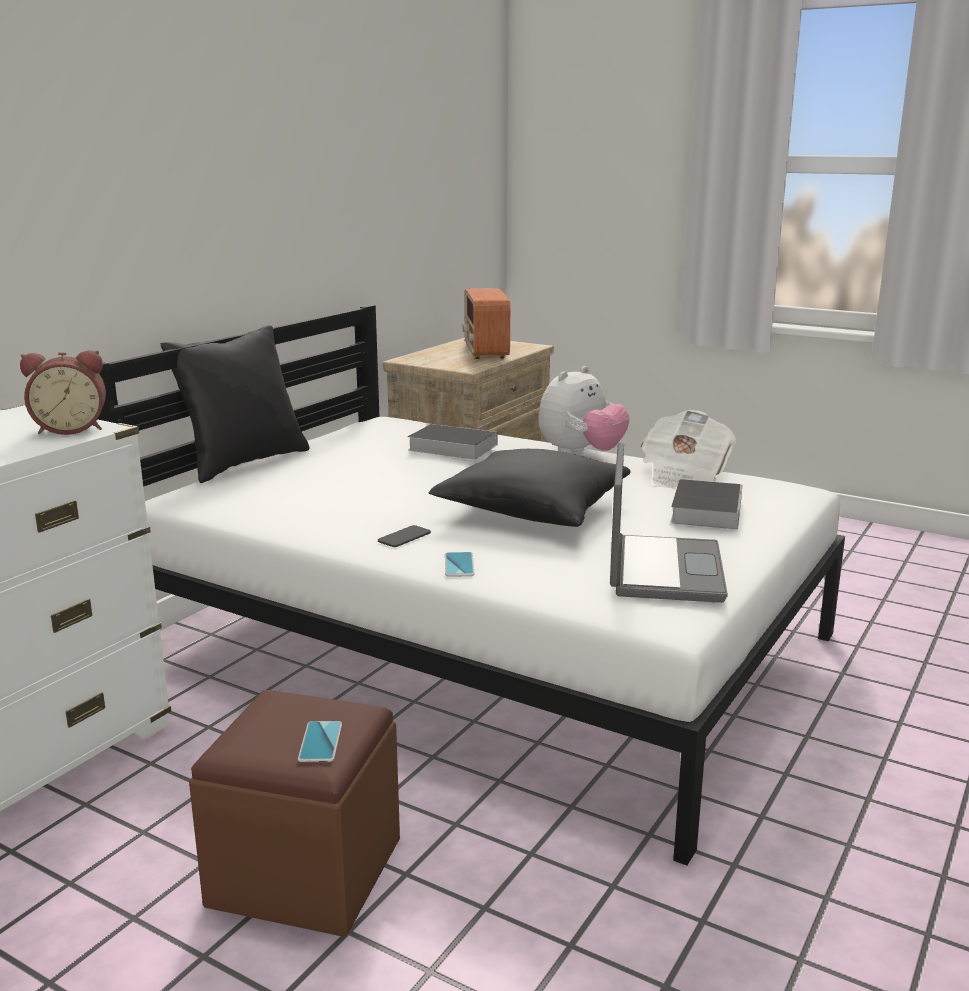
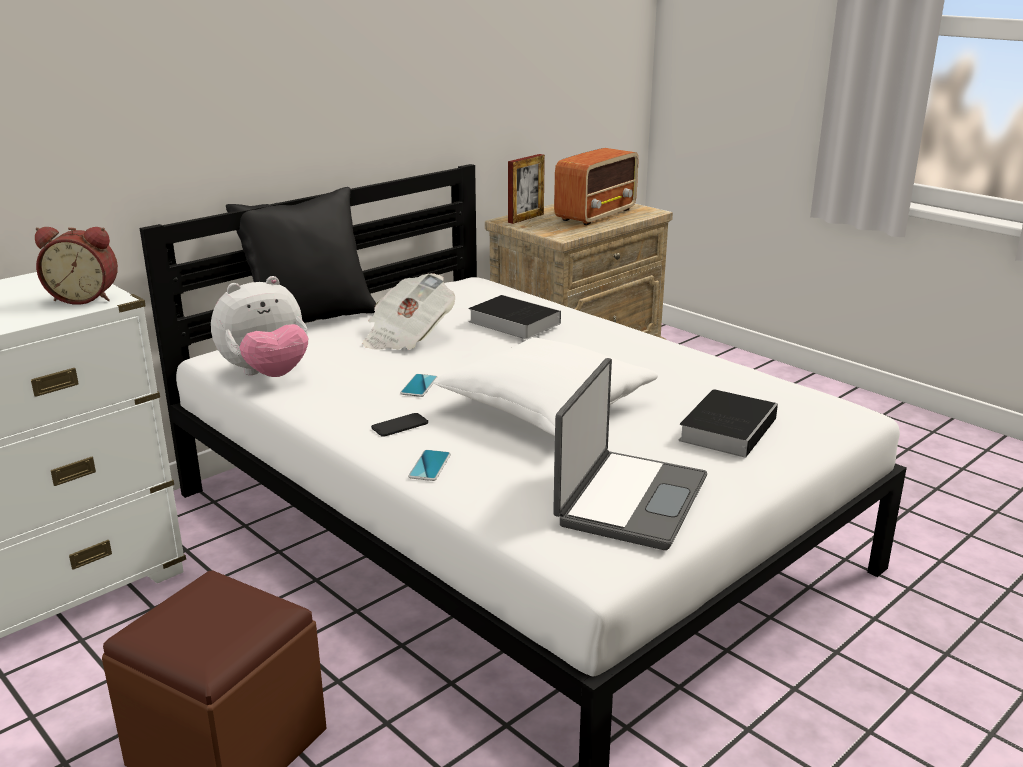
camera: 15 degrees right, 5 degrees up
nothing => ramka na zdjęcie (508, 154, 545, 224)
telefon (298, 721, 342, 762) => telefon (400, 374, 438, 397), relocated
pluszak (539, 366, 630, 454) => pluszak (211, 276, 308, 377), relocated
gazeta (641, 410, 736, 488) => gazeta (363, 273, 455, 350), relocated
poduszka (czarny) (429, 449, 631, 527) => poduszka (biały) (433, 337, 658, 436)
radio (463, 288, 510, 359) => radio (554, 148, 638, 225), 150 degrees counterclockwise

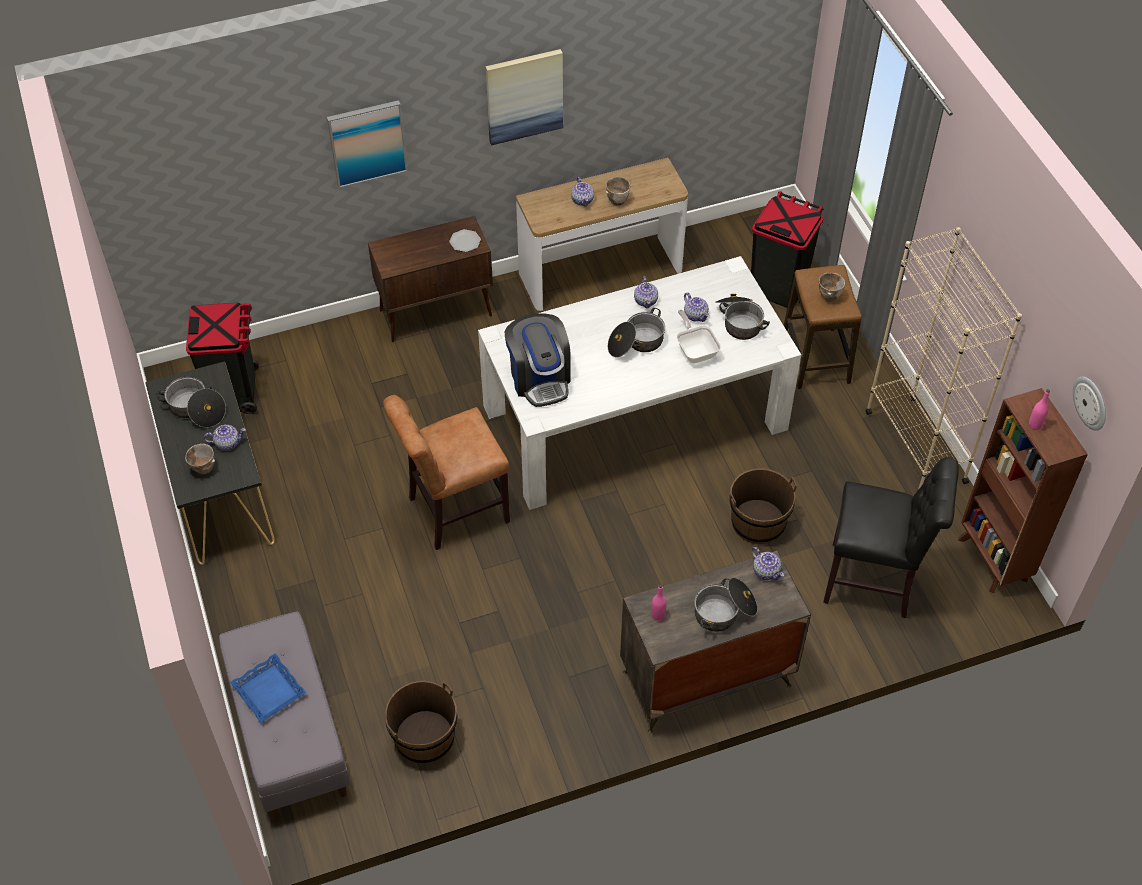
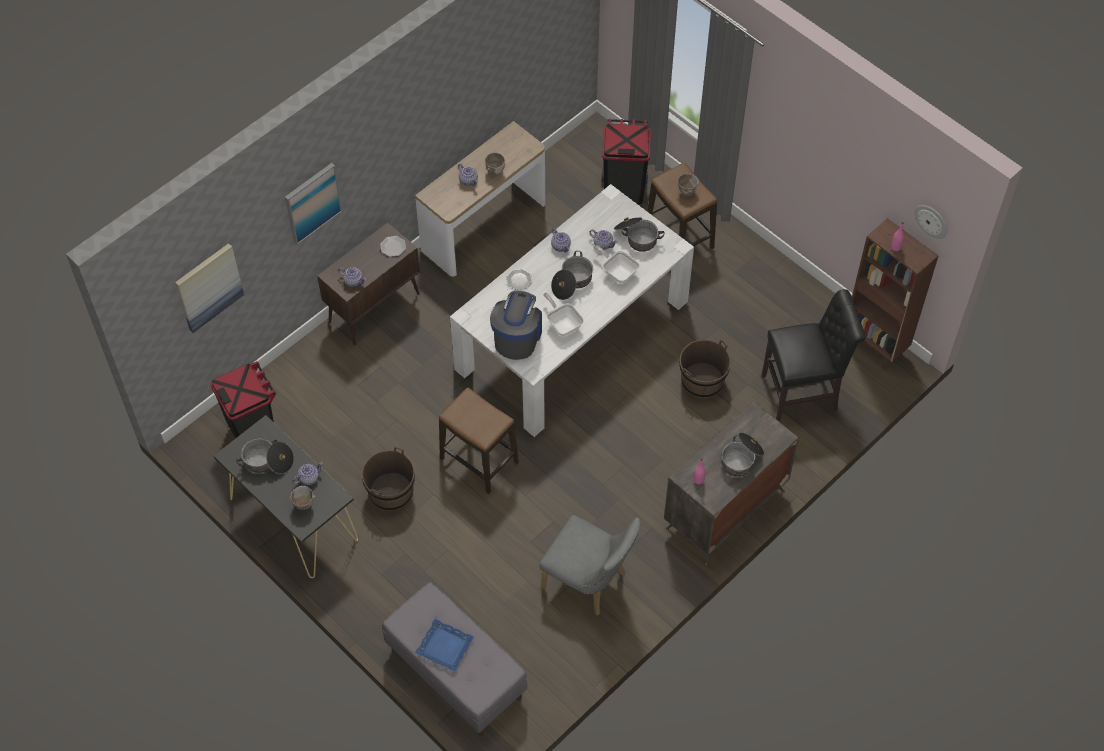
camera: 25 degrees left, 5 degrees up
regał (beżowy) (866, 227, 1022, 490) => nothing
nothing => talerz (506, 268, 532, 290)
nothing => krzesło (szary) (539, 515, 641, 616)
nothing => patelnia (543, 293, 584, 336)
wiadro (brązowy) (385, 681, 457, 764) => wiadro (brązowy) (362, 446, 415, 511), relocated
obraz (485, 49, 563, 145) => obraz (175, 243, 244, 333), relocated
imbryk (751, 547, 784, 580) => imbryk (338, 267, 366, 287), relocated
krzesło (brązowy) (383, 395, 510, 550) => stołek (439, 387, 519, 494)
ekspres do kawy (505, 313, 571, 407) => ekspres do kawy (490, 291, 542, 360), 120 degrees counterclockwise

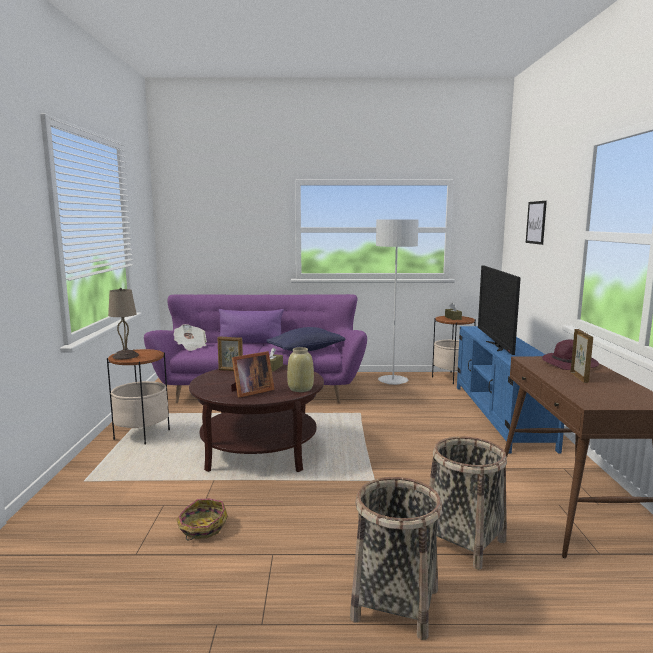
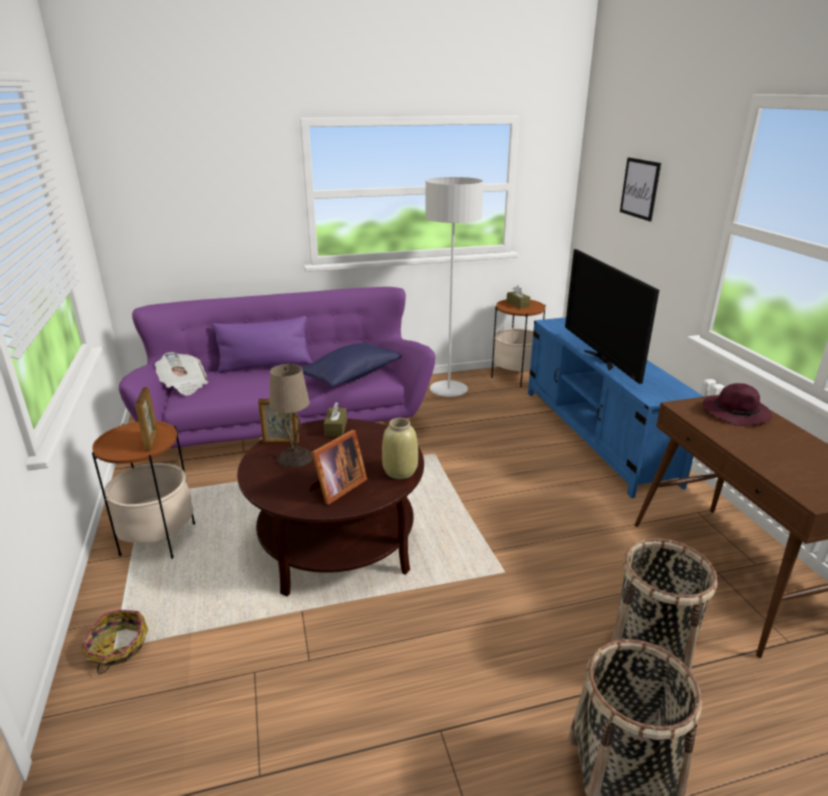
camera: 15 degrees left, 15 degrees up
lampa stołowa (beżowy) (108, 288, 139, 359) => lampa stołowa (beżowy) (269, 364, 313, 468), relocated
koszyk (177, 498, 228, 540) => koszyk (81, 610, 148, 674), relocated
ramka na zdjęcie (570, 329, 593, 383) => ramka na zdjęcie (135, 387, 158, 451), relocated

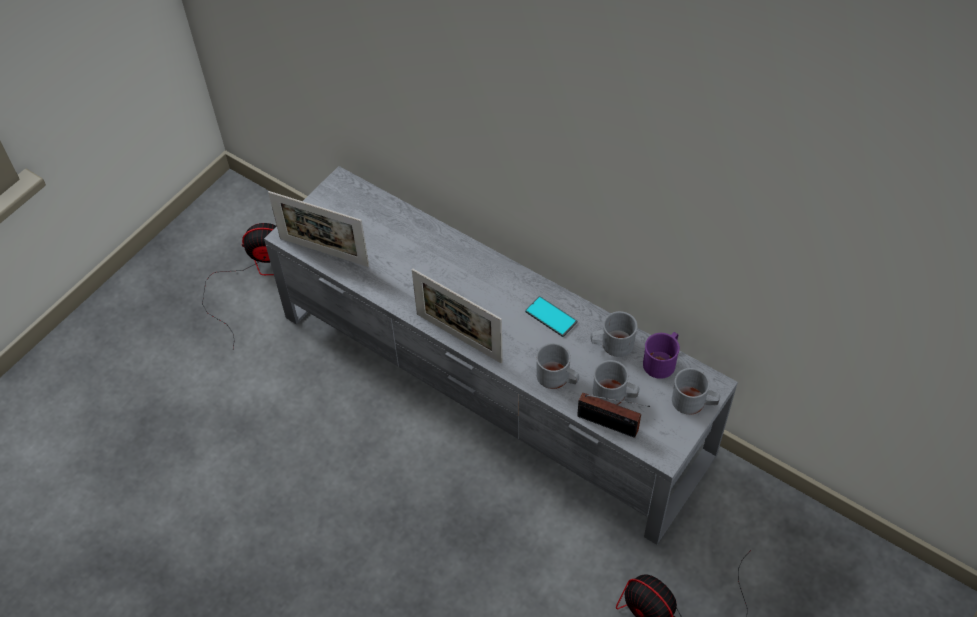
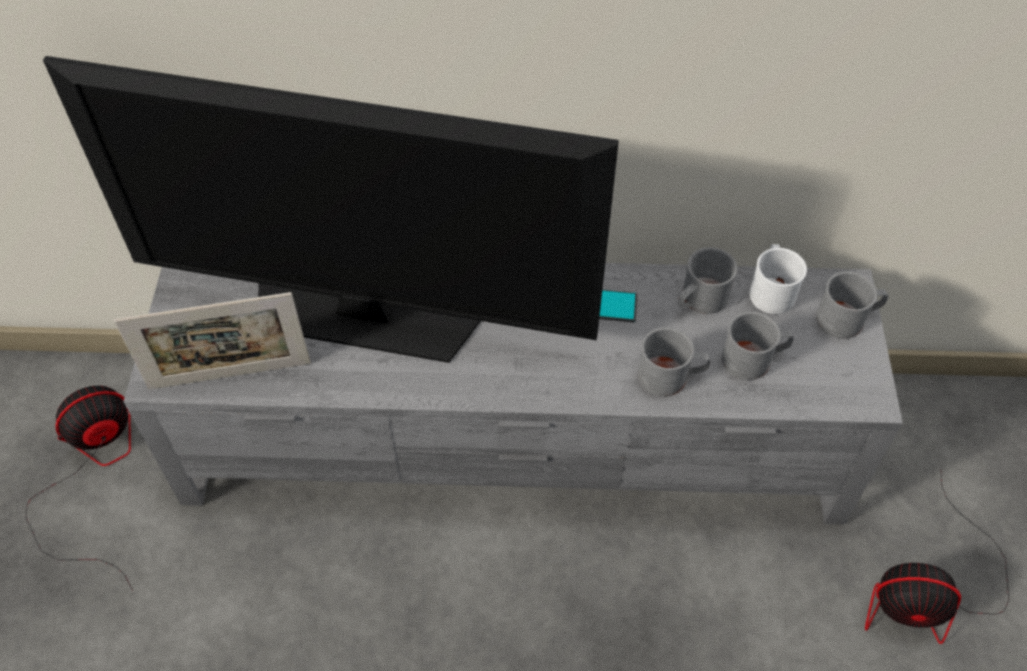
camera: 35 degrees left, 0 degrees up
ramka na zdjęcie (412, 269, 503, 364) => nothing
radio (577, 393, 650, 438) => nothing
nothing => telewizor (43, 56, 619, 363)
kubek (fioletowy) (643, 332, 680, 379) => kubek (biały) (750, 244, 807, 314)

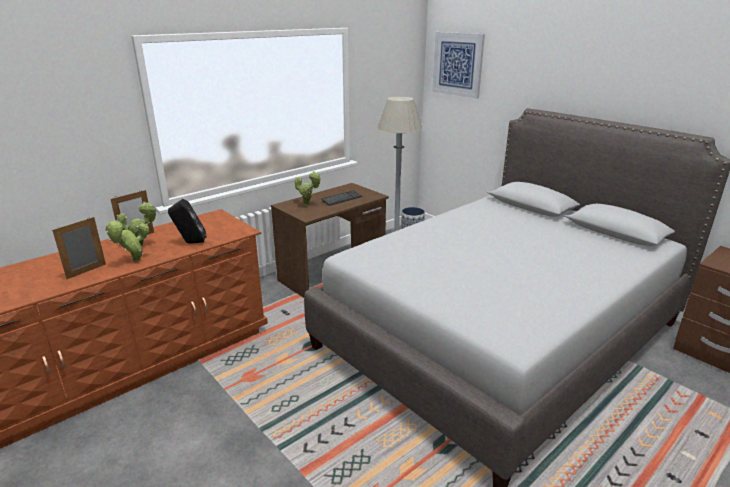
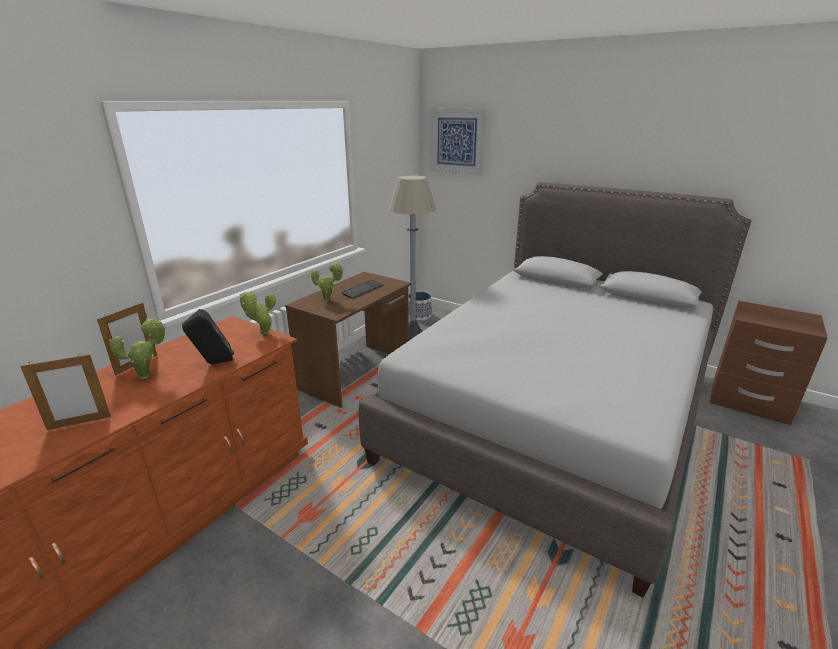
camera: 15 degrees left, 0 degrees up
roślina doniczkowa (105, 220, 149, 262) => roślina doniczkowa (240, 291, 276, 335), relocated
ramka na zdjęcie (52, 217, 106, 279) => ramka na zdjęcie (20, 354, 111, 430), 135 degrees counterclockwise

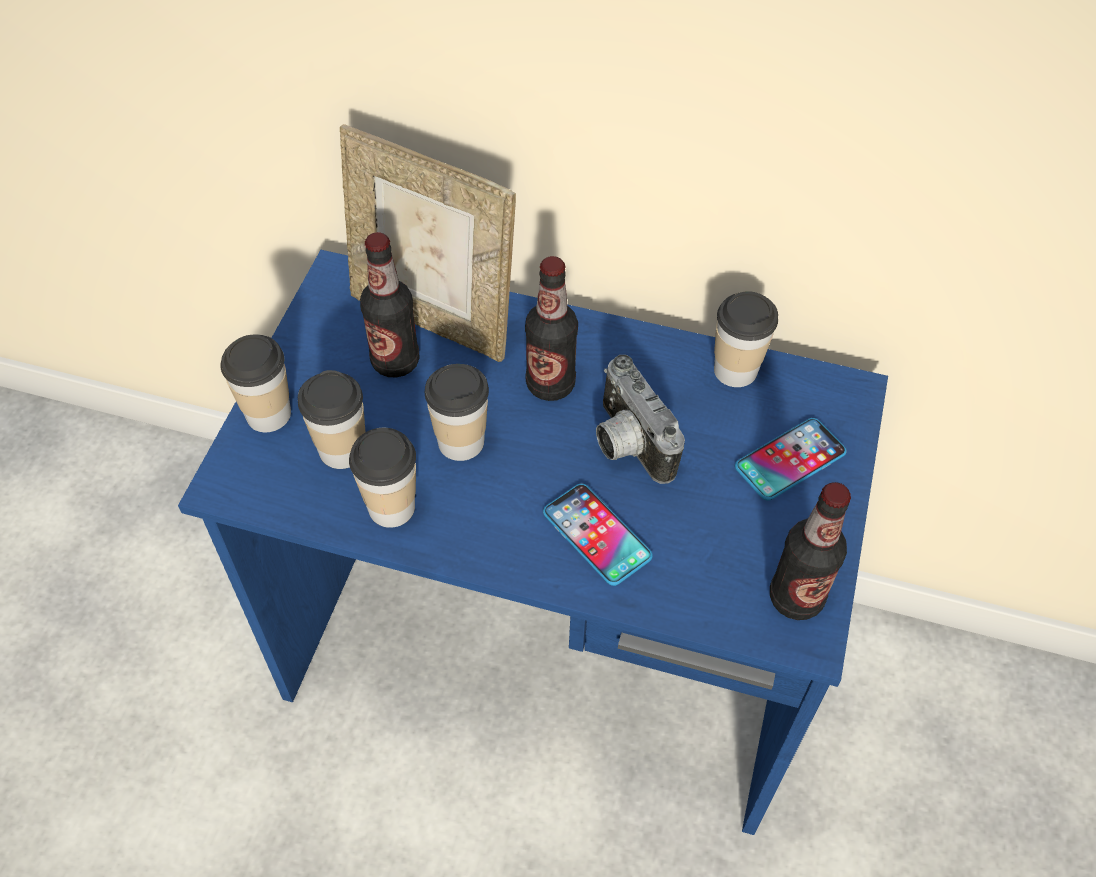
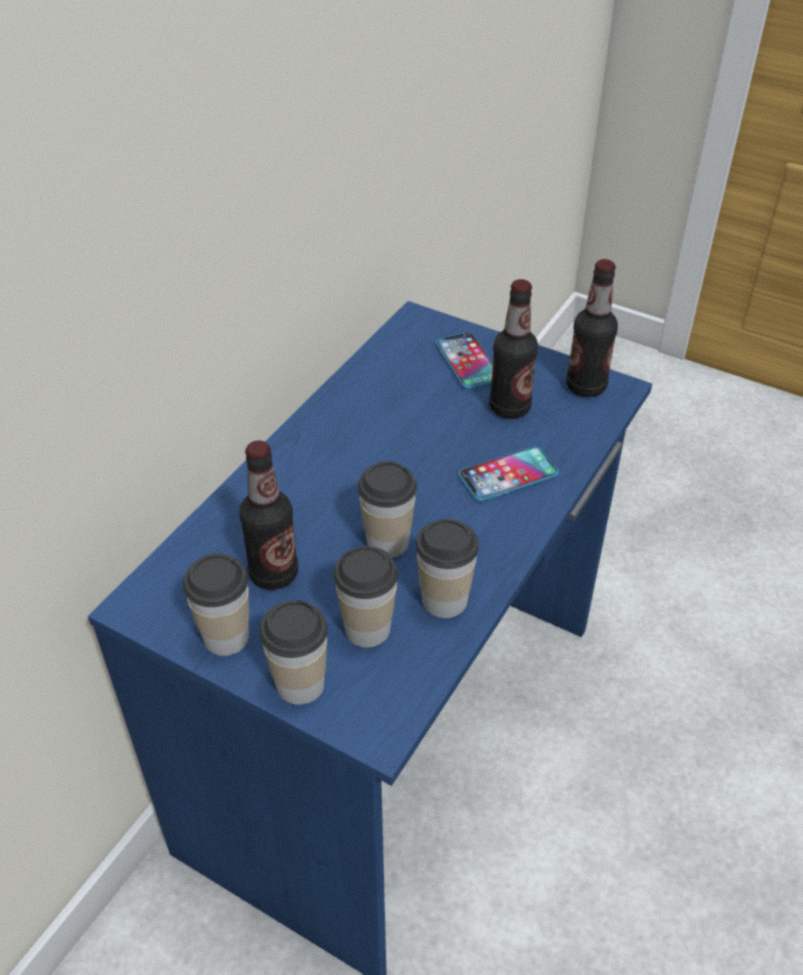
camera: 75 degrees left, 10 degrees down
ramka na zdjęcie (340, 124, 516, 362) => nothing
aparat fotograficzny (596, 355, 685, 484) => nothing
butelka (525, 256, 578, 401) => butelka (489, 279, 538, 419), relocated
filiżanka (714, 291, 778, 387) => filiżanka (183, 554, 249, 656), relocated

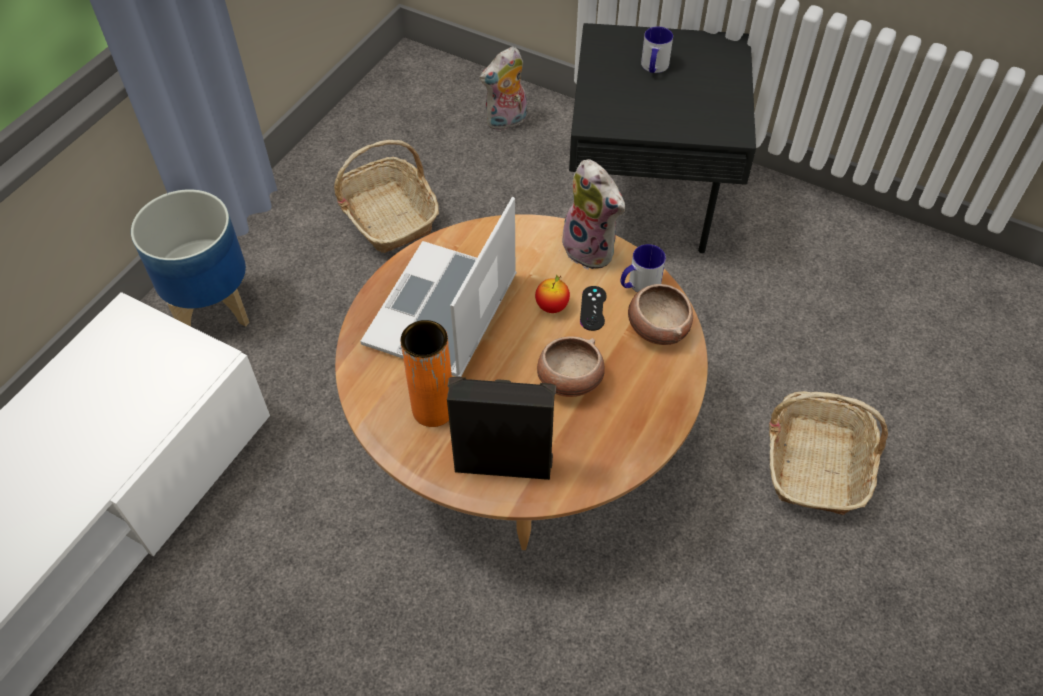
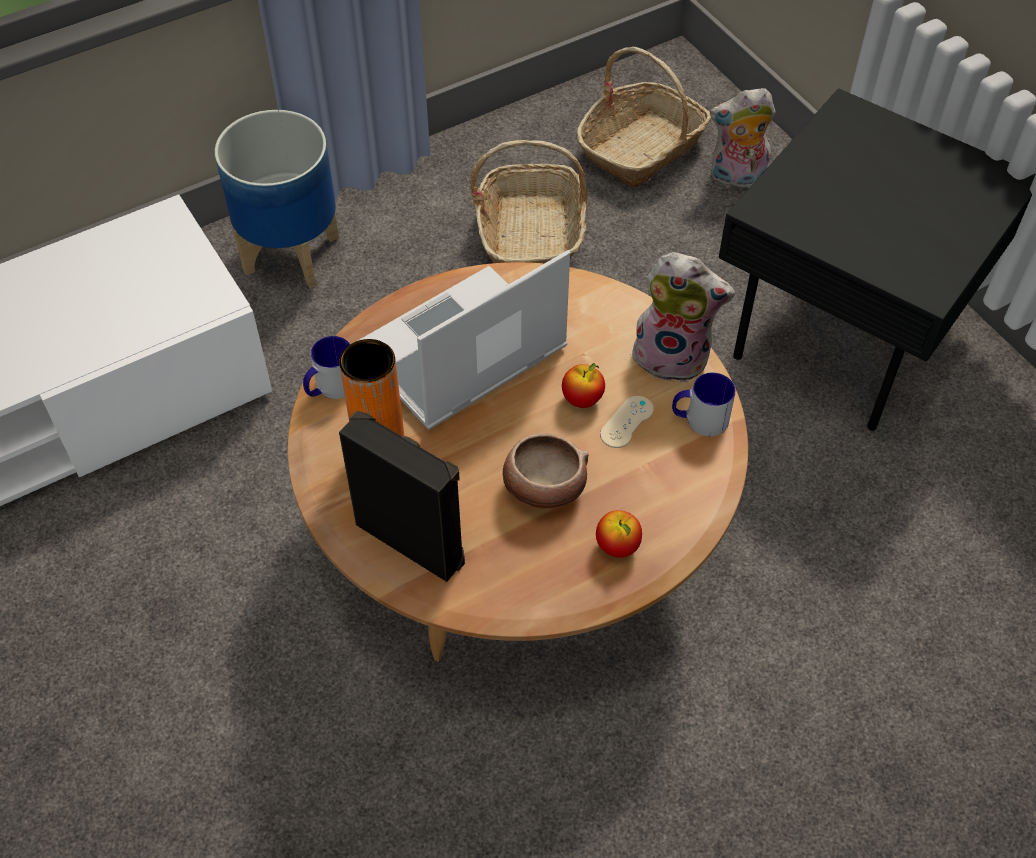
camera: 30 degrees right, 0 degrees up
miska (628, 284, 693, 345) => nothing
nothing => jabłko (596, 510, 642, 558)
kubek (641, 26, 673, 73) => kubek (303, 336, 350, 399), relocated
koszyk (769, 391, 888, 515) => koszyk (576, 47, 711, 188), relocated
pad do gier (czarny) (580, 286, 607, 331) => pad do gier (beżowy) (600, 396, 654, 448)
pluszak (562, 159, 625, 270) => pluszak (632, 252, 735, 383), 60 degrees counterclockwise

